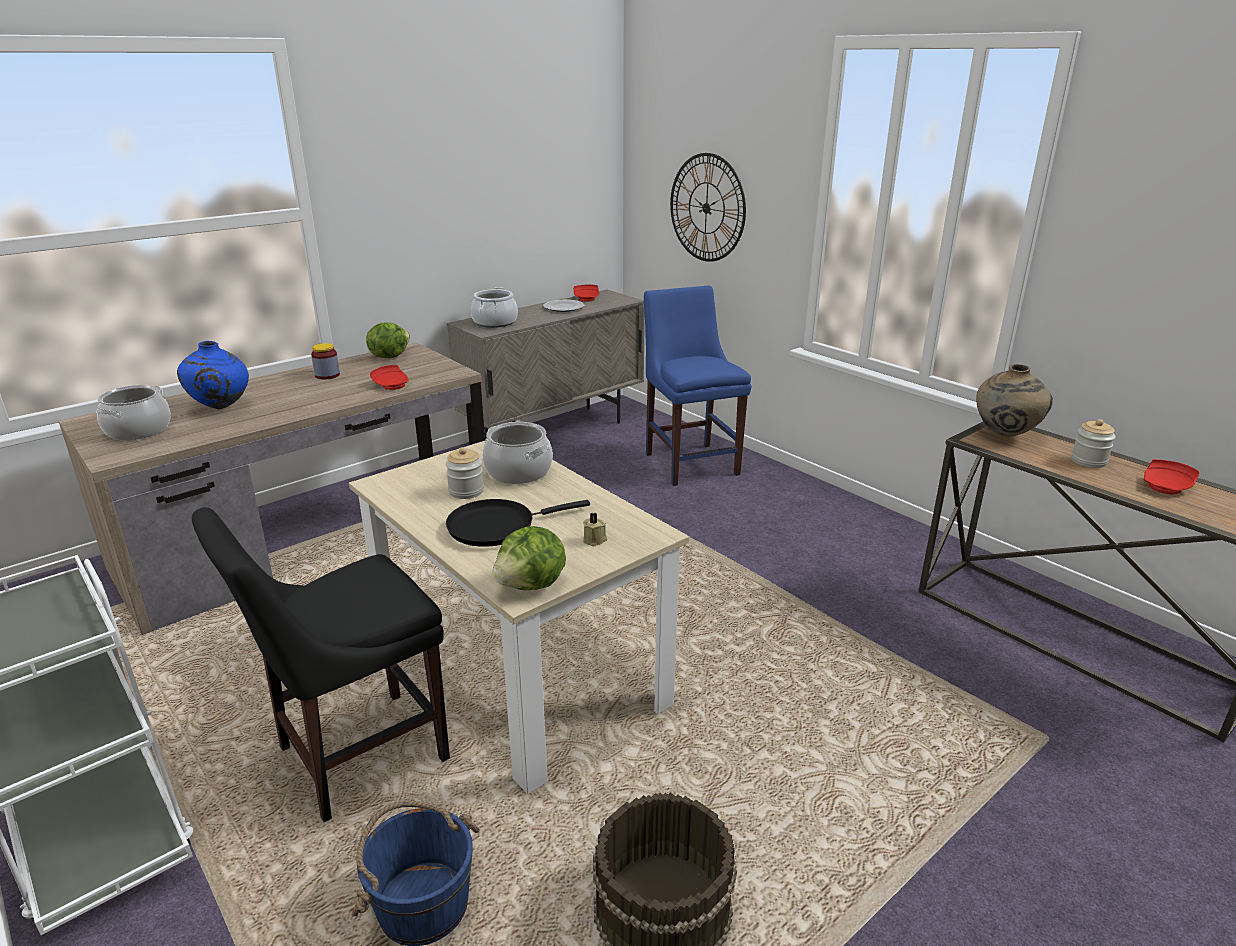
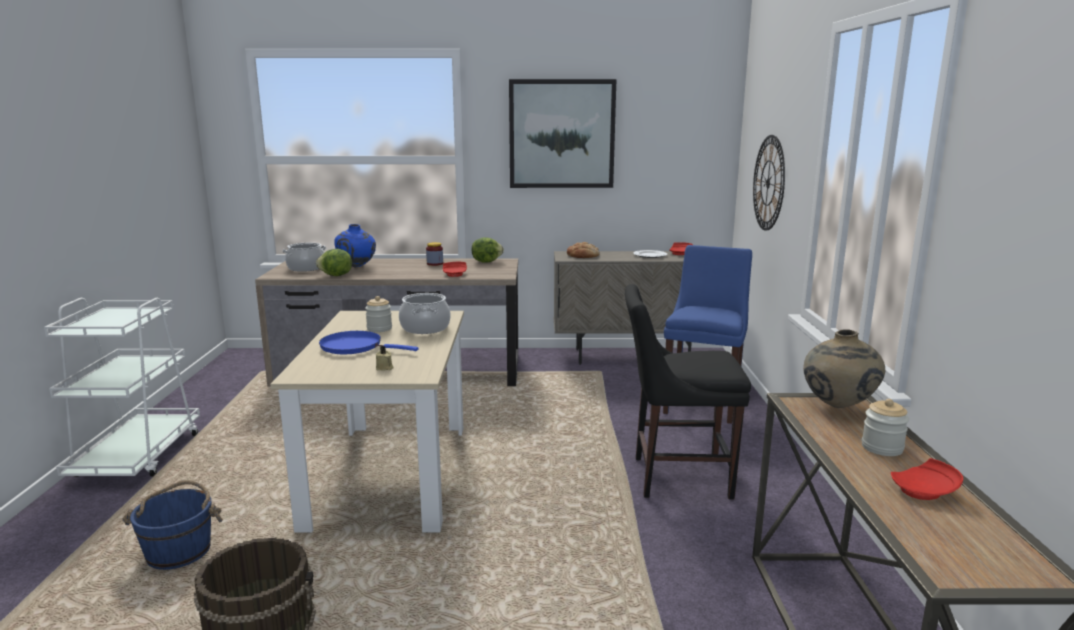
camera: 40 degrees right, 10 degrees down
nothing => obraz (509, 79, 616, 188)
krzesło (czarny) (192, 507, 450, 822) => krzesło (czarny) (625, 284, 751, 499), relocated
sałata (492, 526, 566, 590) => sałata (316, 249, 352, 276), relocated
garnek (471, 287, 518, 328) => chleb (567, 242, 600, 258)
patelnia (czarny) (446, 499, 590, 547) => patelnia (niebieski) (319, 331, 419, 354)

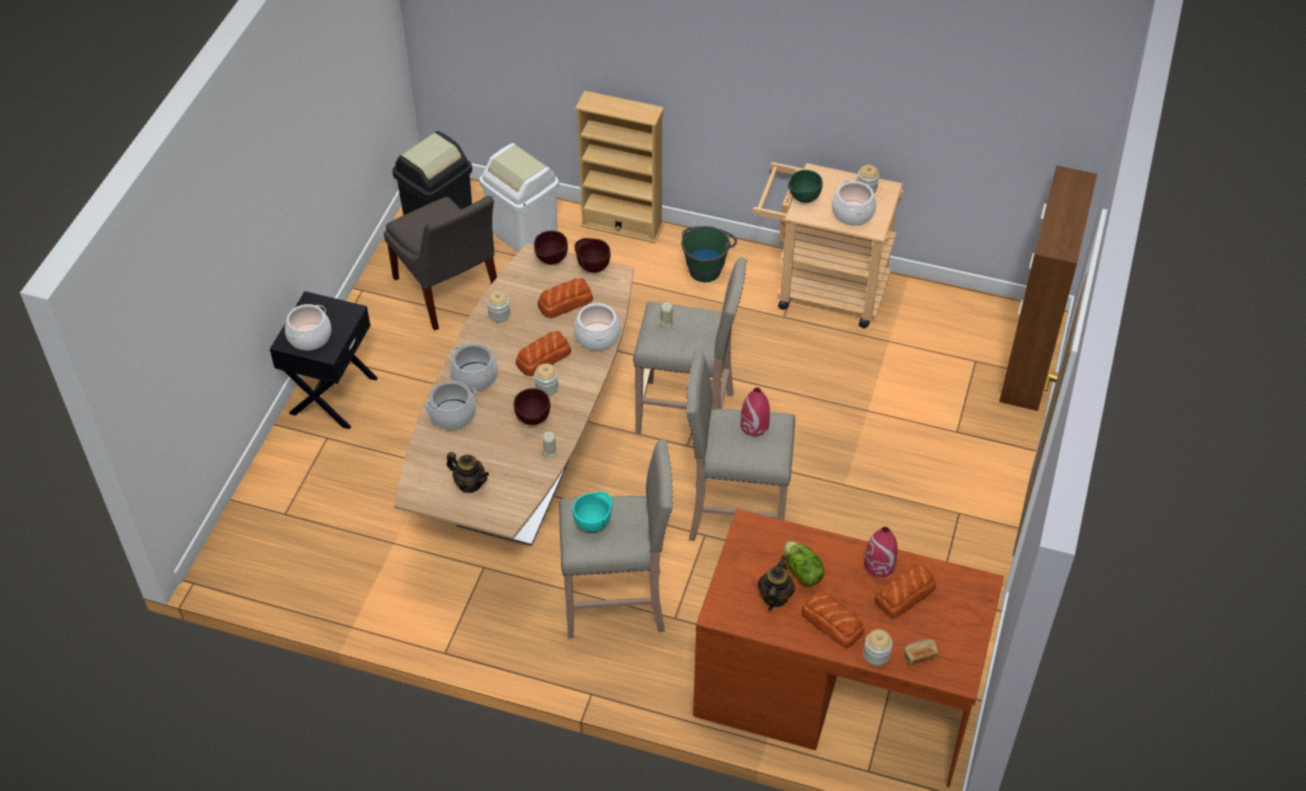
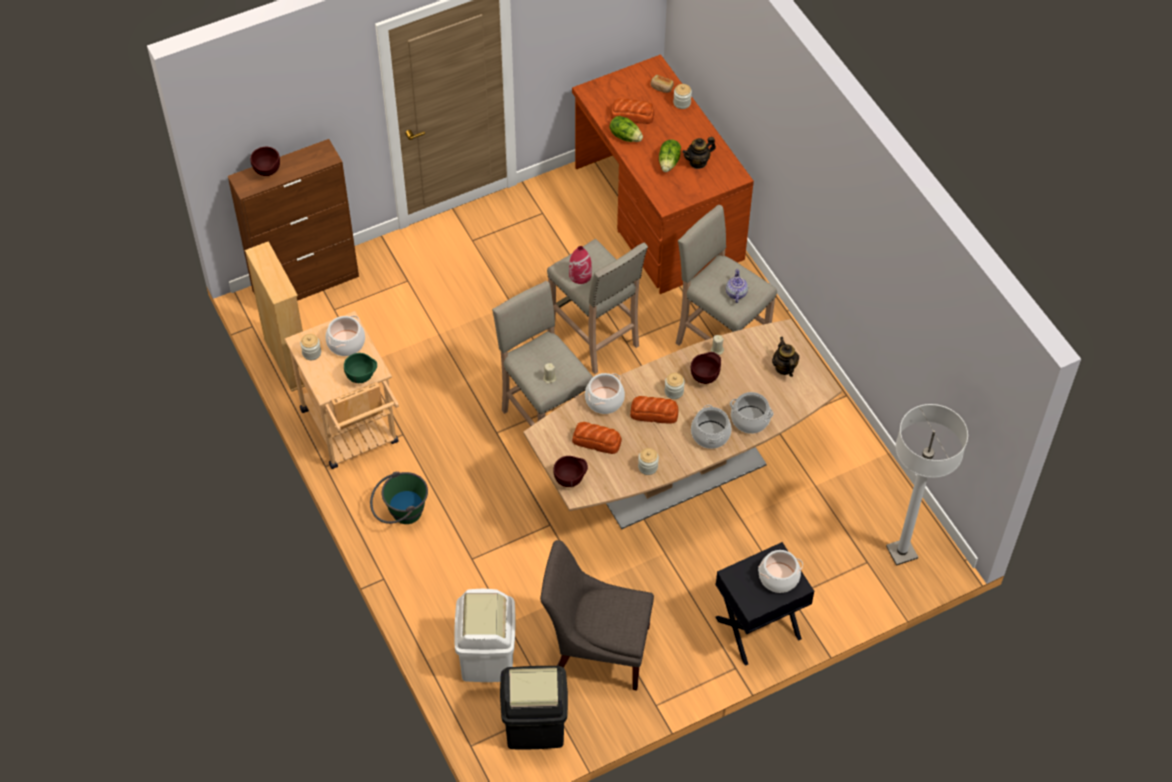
camera: 135 degrees left, 5 degrees up
chleb (802, 591, 864, 648) => nothing
nothing => lampa stojąca (biały) (886, 404, 968, 566)
miska (brązowy) (574, 238, 610, 273) => miska (brązowy) (250, 147, 280, 176), relocated
regał (beżowy) (575, 91, 664, 243) => regał (beżowy) (245, 241, 305, 392), relocated
miska (turkusowy) (573, 491, 613, 532) => imbryk (726, 269, 748, 303)
wazon (czerwony) (864, 527, 898, 577) => sałata (609, 116, 643, 142)
krzesło (szary) (384, 196, 497, 330) => krzesło (szary) (540, 540, 654, 691), 90 degrees counterclockwise

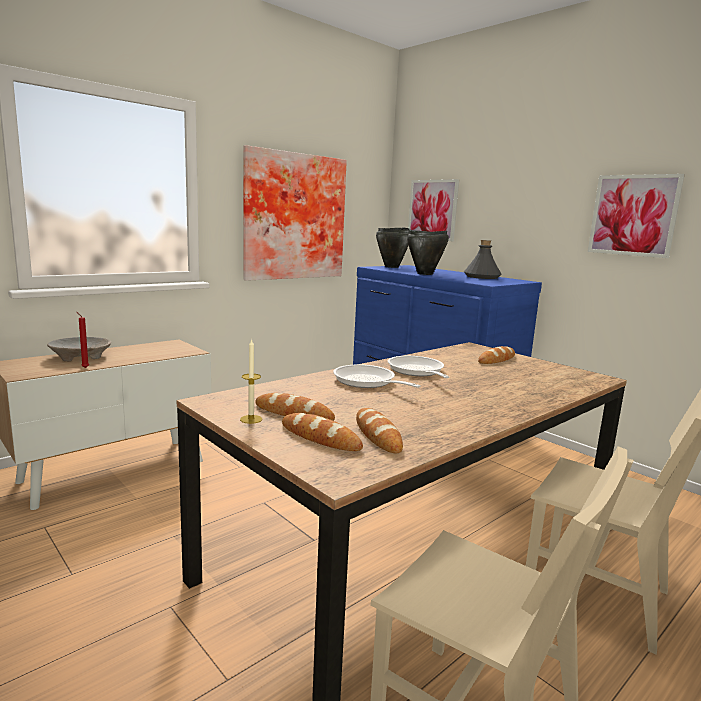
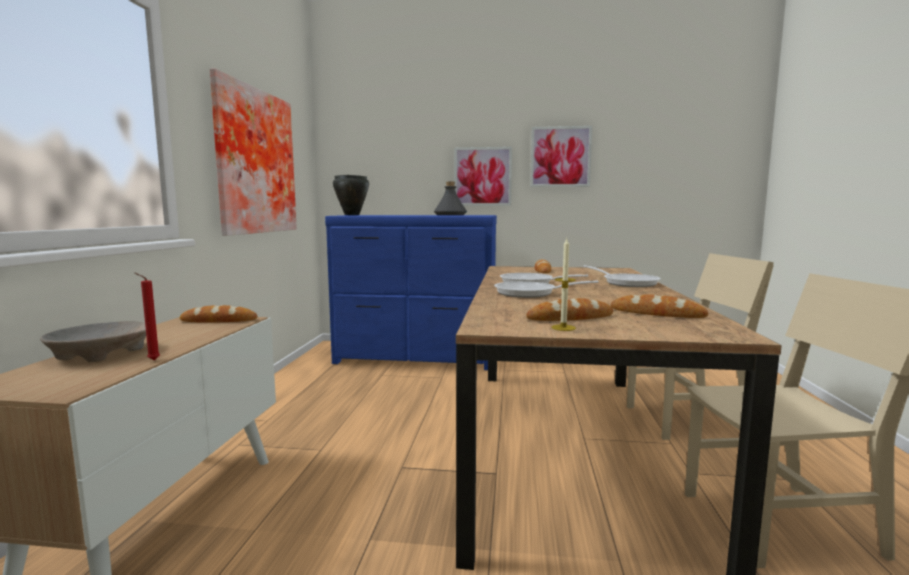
camera: 40 degrees left, 5 degrees down
garnek (czarny) (407, 230, 449, 275) => nothing
nothing => patelnia (583, 265, 661, 287)
chleb (282, 413, 363, 451) => chleb (180, 305, 257, 323), relocated
obraz (408, 179, 459, 241) => obraz (454, 147, 512, 206), relocated

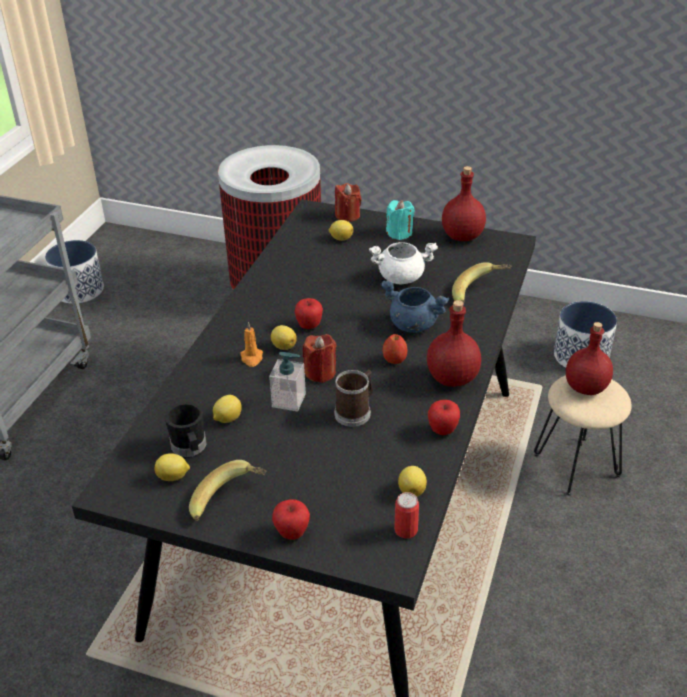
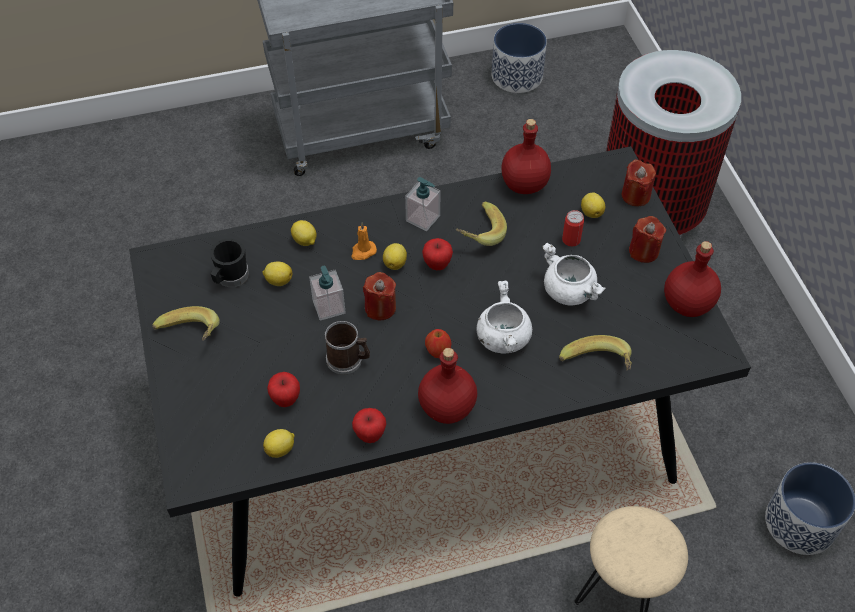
camera: 55 degrees right, 15 degrees up
nothing => dozownik mydła (405, 177, 441, 231)
nothing => banan (456, 202, 507, 246)
cytryna (154, 453, 190, 481) => cytryna (291, 220, 316, 246), relocated
jabłko (272, 499, 310, 540) => jabłko (267, 372, 300, 407), relocated
puszka (394, 492, 419, 538) => puszka (562, 210, 584, 246), relocated
butelka (czerwony) (566, 322, 613, 395) => butelka (czerwony) (501, 119, 551, 194), relocated
garnek (niebieski) (380, 281, 449, 333) => garnek (biały) (477, 281, 532, 353)
świeca (turkusowy) (386, 200, 415, 240) => świeca (czerwony) (629, 216, 666, 263)

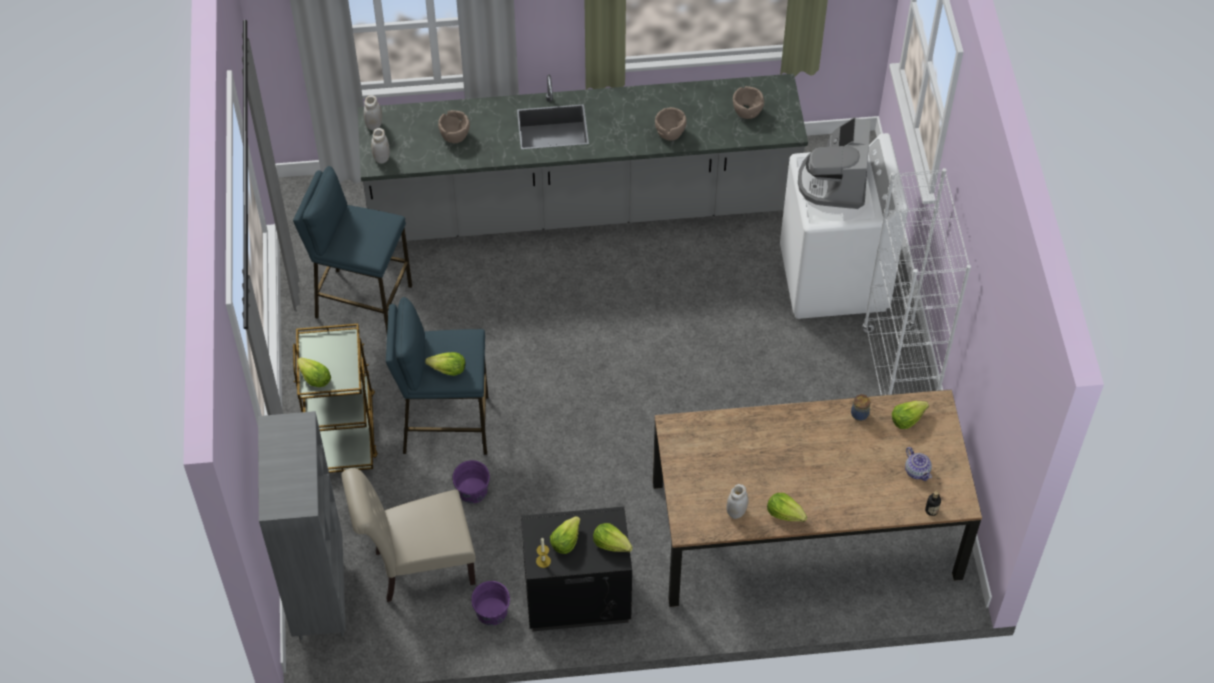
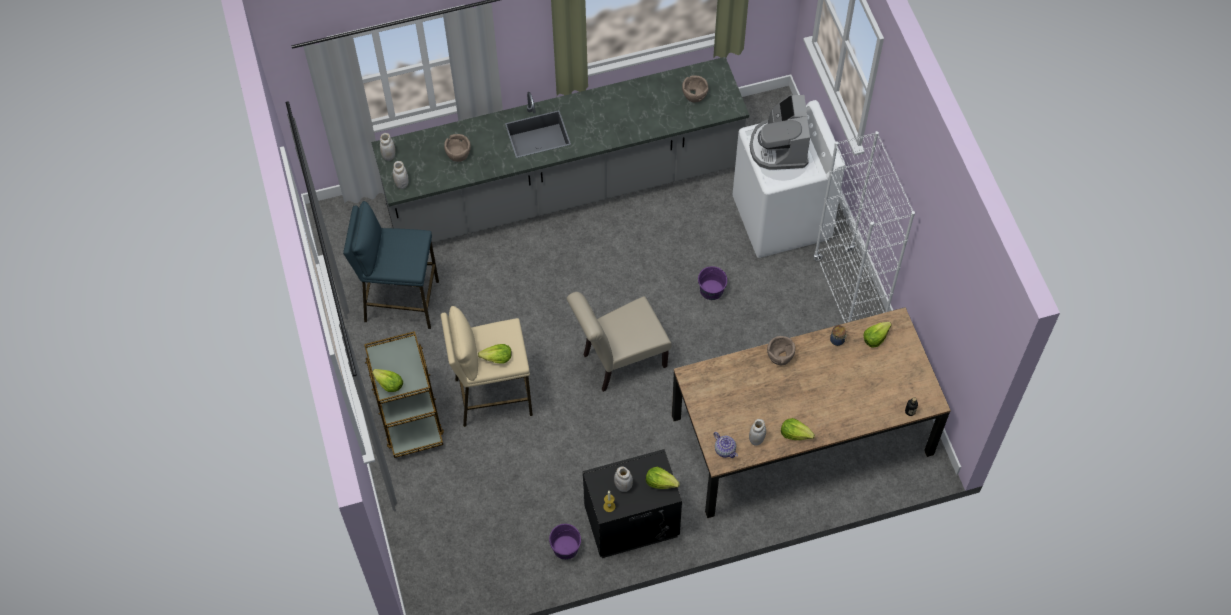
camera: 10 degrees left, 5 degrees up
regał (szary) (258, 411, 346, 640) => nothing
krzesło (beżowy) (341, 468, 476, 602) => krzesło (beżowy) (567, 292, 672, 392), relocated
wiadro (fioletowy) (453, 460, 490, 503) => wiadro (fioletowy) (698, 266, 727, 300), relocated
miska (brązowy) (655, 107, 687, 141) => miska (brązowy) (767, 336, 795, 365), relocated
imbryk (905, 447, 932, 481) => imbryk (713, 432, 738, 458), relocated
sałata (550, 516, 580, 554) => słoik (biały) (614, 467, 633, 492)
stołek (niebieski) (386, 297, 488, 455) => stołek (beżowy) (441, 306, 533, 427)

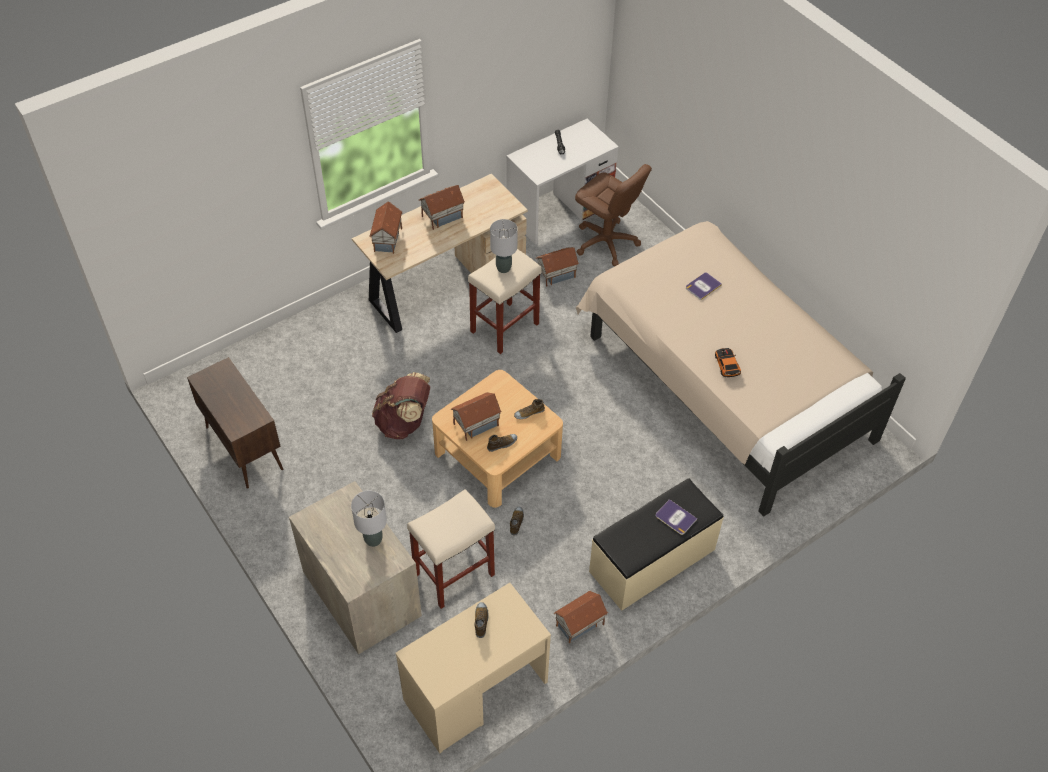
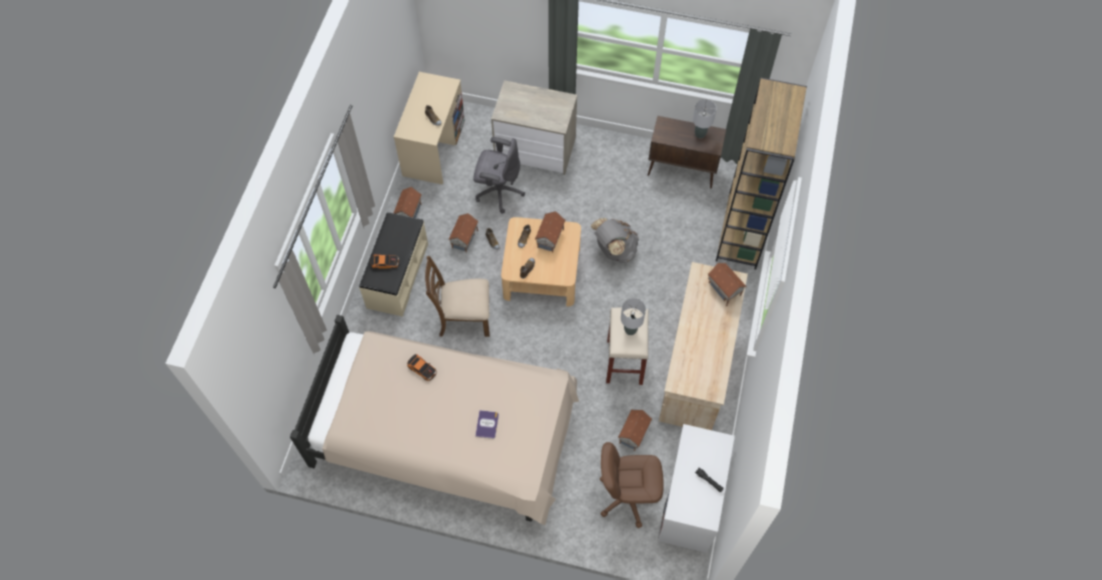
camera: 140 degrees right, 10 degrees up
nothing => krzesło (brązowy) (425, 256, 490, 337)
nothing => regał (brązowy) (716, 78, 807, 270)
lampa stołowa (szary) (351, 491, 387, 547) => lampa stołowa (szary) (693, 99, 716, 138), relocated
domek (419, 185, 465, 230) => domek (448, 213, 479, 253), relocated
stołek (beżowy) (407, 489, 495, 609) => krzesło biurowe (szary) (473, 137, 525, 214)
książka (656, 499, 697, 535) => samochodzik (371, 254, 399, 269)
plecak (brązowy) (372, 372, 430, 439) => plecak (szary) (591, 218, 639, 263)

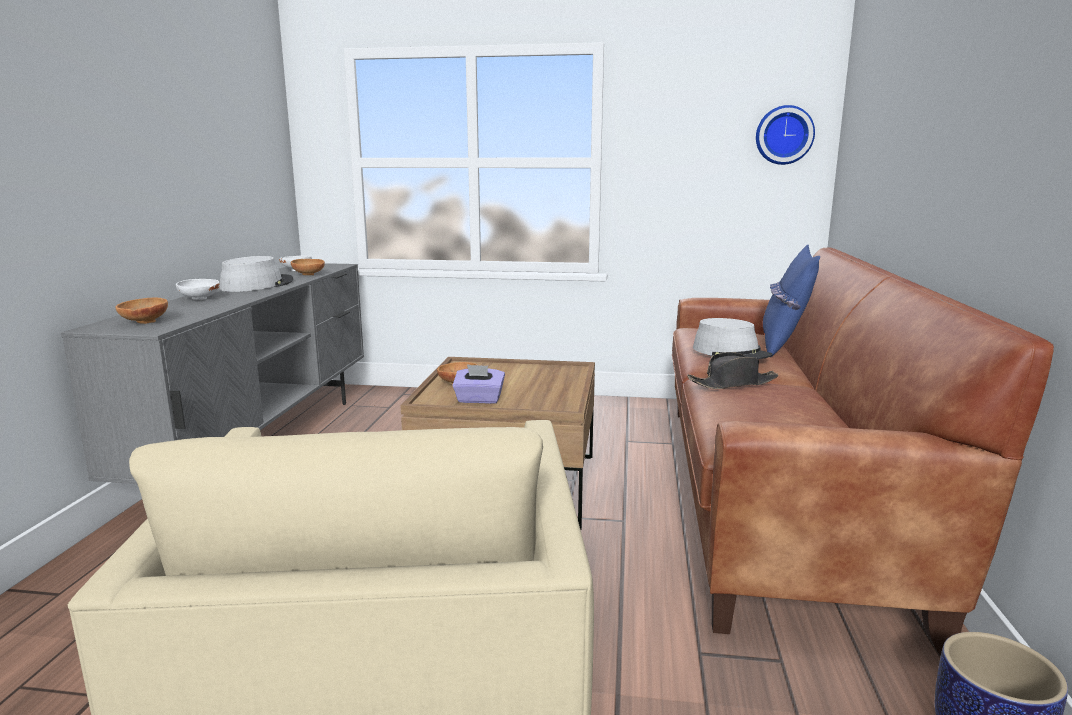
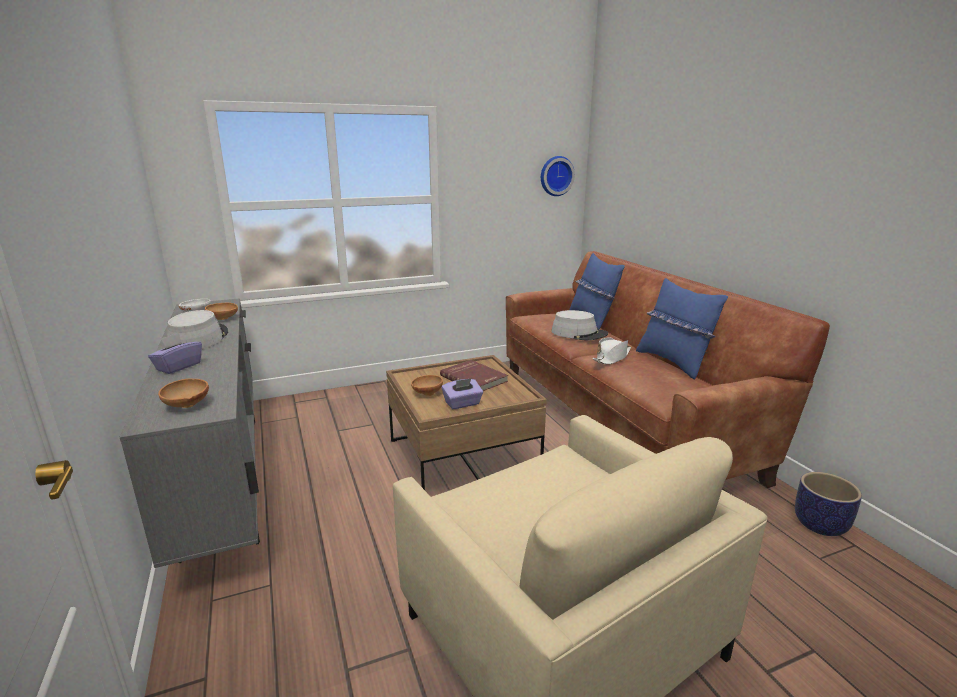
camera: 30 degrees left, 5 degrees up
nothing => książka (czerwony) (440, 360, 508, 391)
nothing => poduszka (niebieski) (636, 278, 728, 379)
miska (biały) (176, 279, 220, 300) => pudełko chusteczek (fioletowy) (148, 333, 202, 374)
kapelusz (czarny) (687, 352, 779, 389) => kapelusz (biały) (593, 337, 631, 365)

